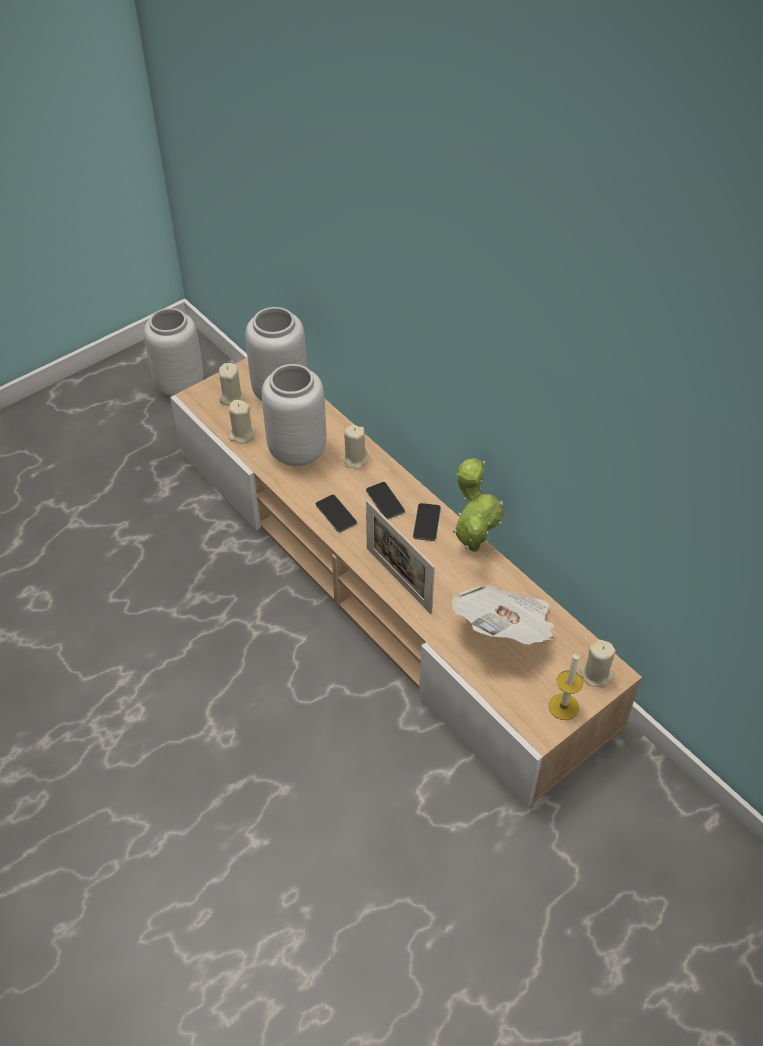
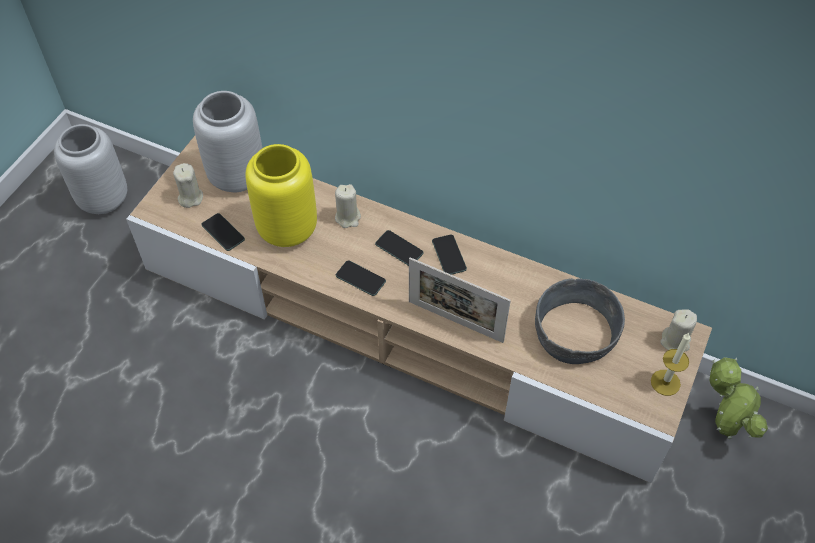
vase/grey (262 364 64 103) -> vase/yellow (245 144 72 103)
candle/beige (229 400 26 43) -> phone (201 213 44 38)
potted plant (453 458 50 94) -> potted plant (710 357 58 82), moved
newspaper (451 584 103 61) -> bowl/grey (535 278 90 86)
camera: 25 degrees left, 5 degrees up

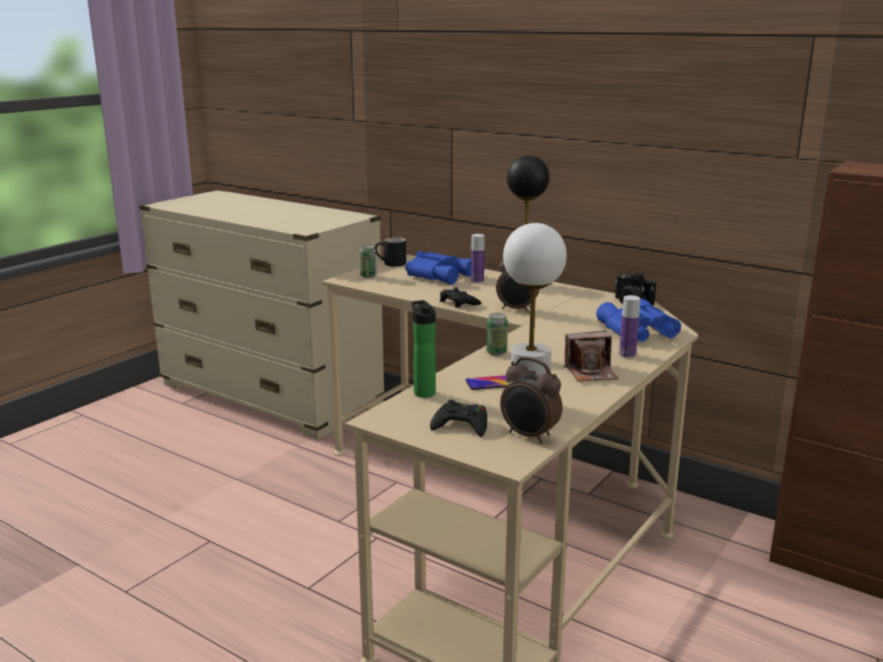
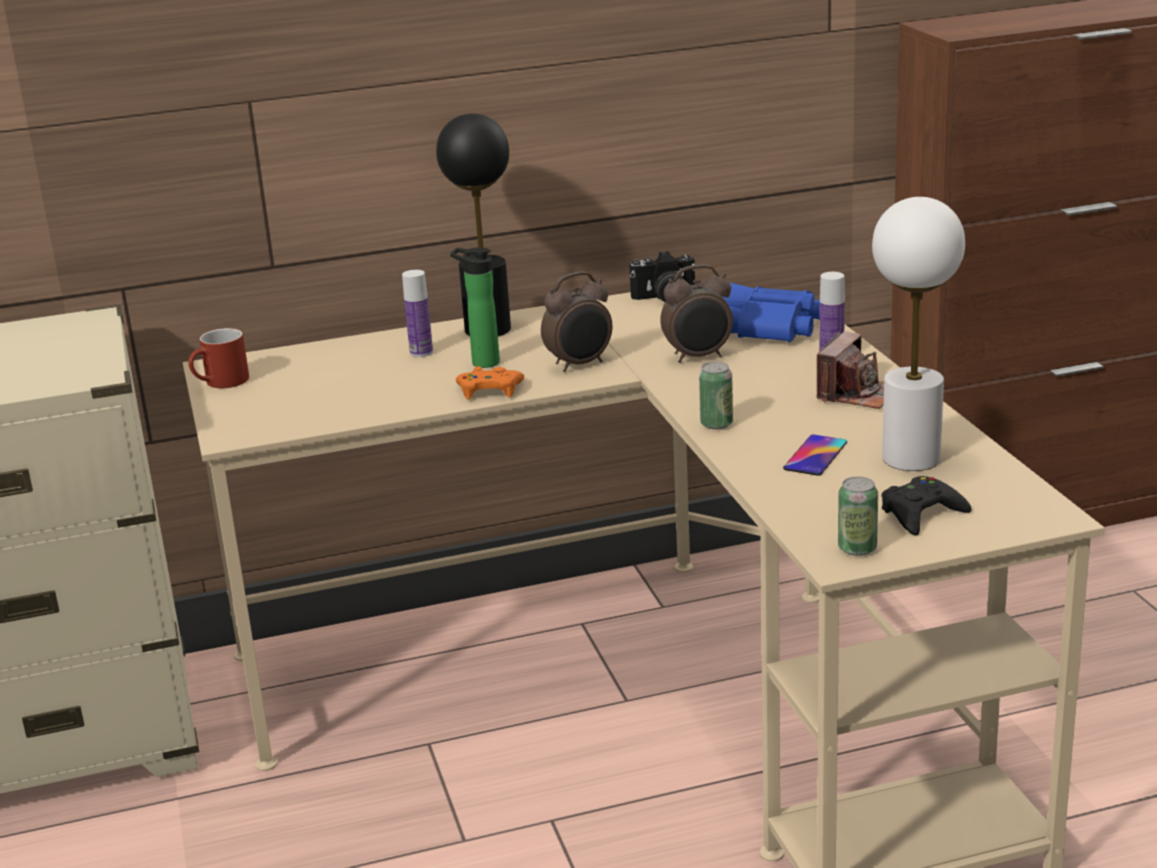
mug/black (375 237 31 30) -> mug/red (188 328 61 60)
can (360 245 17 33) -> can (838 477 40 79), moved
binoculars/blue (406 251 65 34) -> none
game controller/black (440 287 41 21) -> game controller/orange (456 367 68 33)
bottle (411 300 25 98) -> bottle (450 247 50 121), moved
alarm clock (500 357 62 87) -> alarm clock (660 264 73 99), moved
camera: 50 degrees left, 5 degrees up

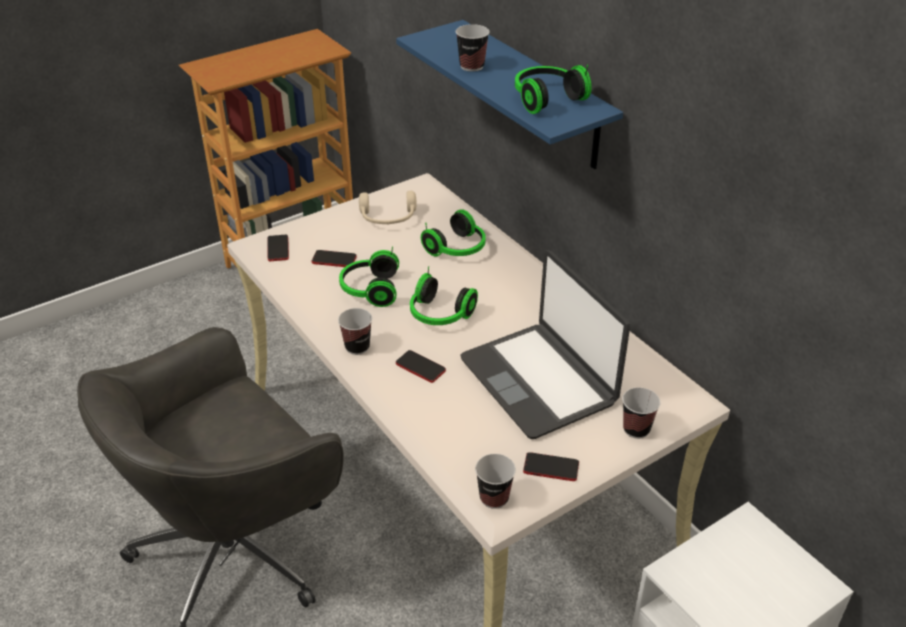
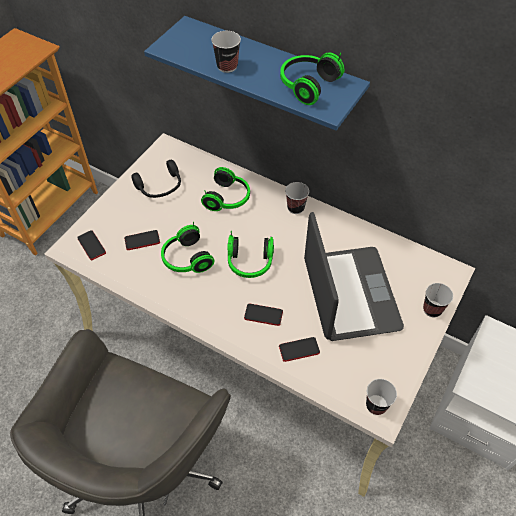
headphones/beige (359 191 58 33) -> headphones/black (131 160 50 38)
laptop (461 250 169 189) -> laptop (304 212 100 129), 135 degrees counterclockwise
cup (338 308 34 47) -> cup (285 182 24 32), moved
phone (523 452 56 29) -> phone (279 337 41 25), moved
camera: 25 degrees left, 15 degrees up

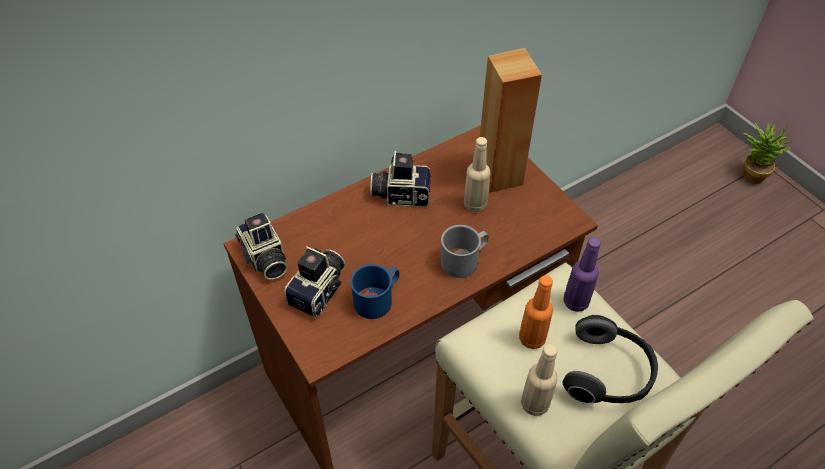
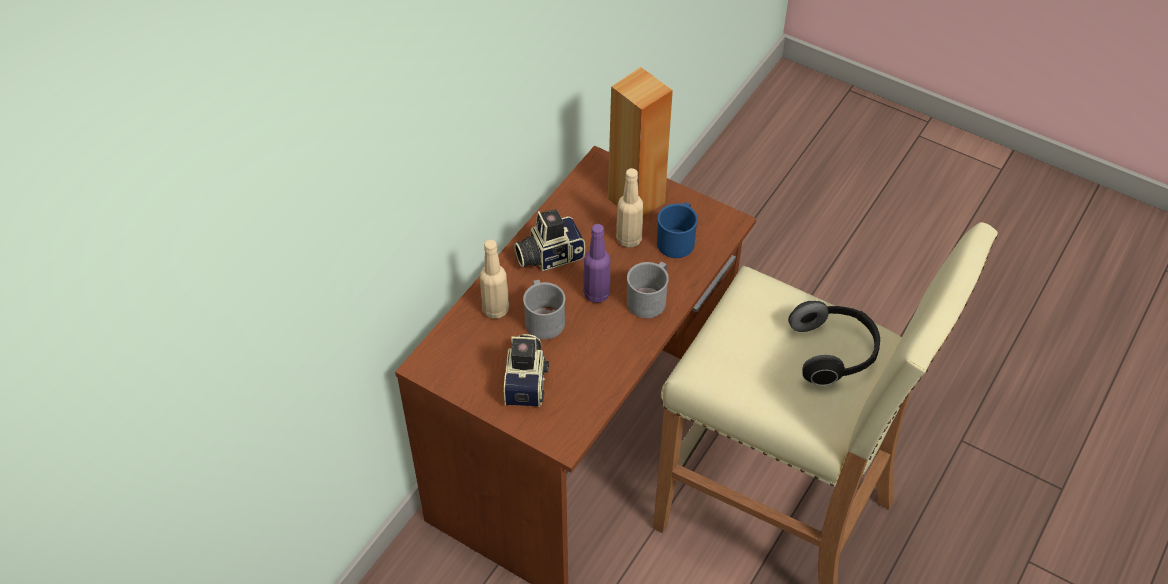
potted plant (742 121 49 63) -> none
photo camera (235 213 53 67) -> none
bottle/purple (563 237 38 75) -> bottle/purple (583 224 27 79), moved
mug/blue (350 264 49 55) -> mug/blue (657 202 41 56), moved
bottle/orange (519 275 34 74) -> none
bottle/beige (521 344 36 72) -> bottle/beige (480 239 29 80), moved
none -> mug/grey (523 280 42 59)
camera: 25 degrees left, 0 degrees up

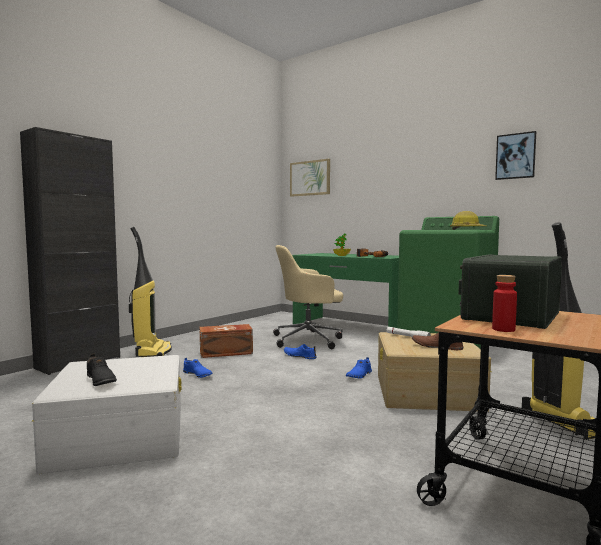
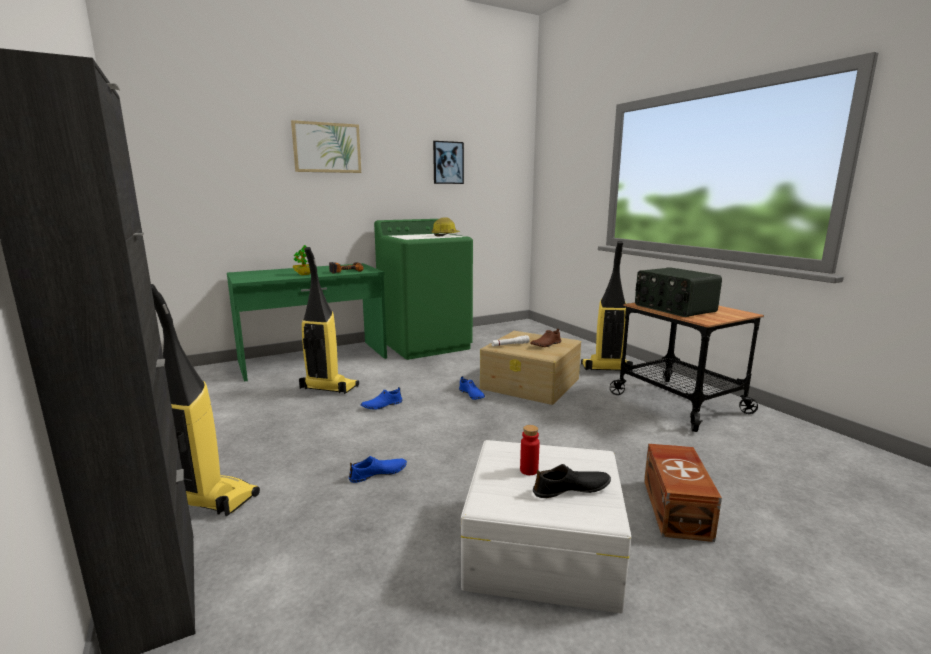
picture (290 159 40 38) -> picture (291 120 70 53), moved
office chair/beige (273 245 70 104) -> vacuum cleaner (299 247 60 147)
bottle/red (492 275 25 57) -> bottle/red (520 425 20 50), moved
storage box/brown (200 324 53 34) -> storage box/brown (644 444 78 98), moved
camera: 65 degrees left, 10 degrees up

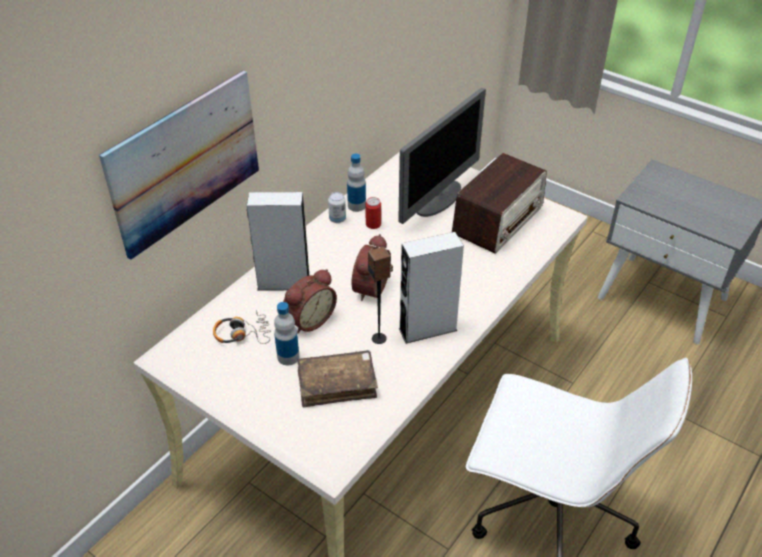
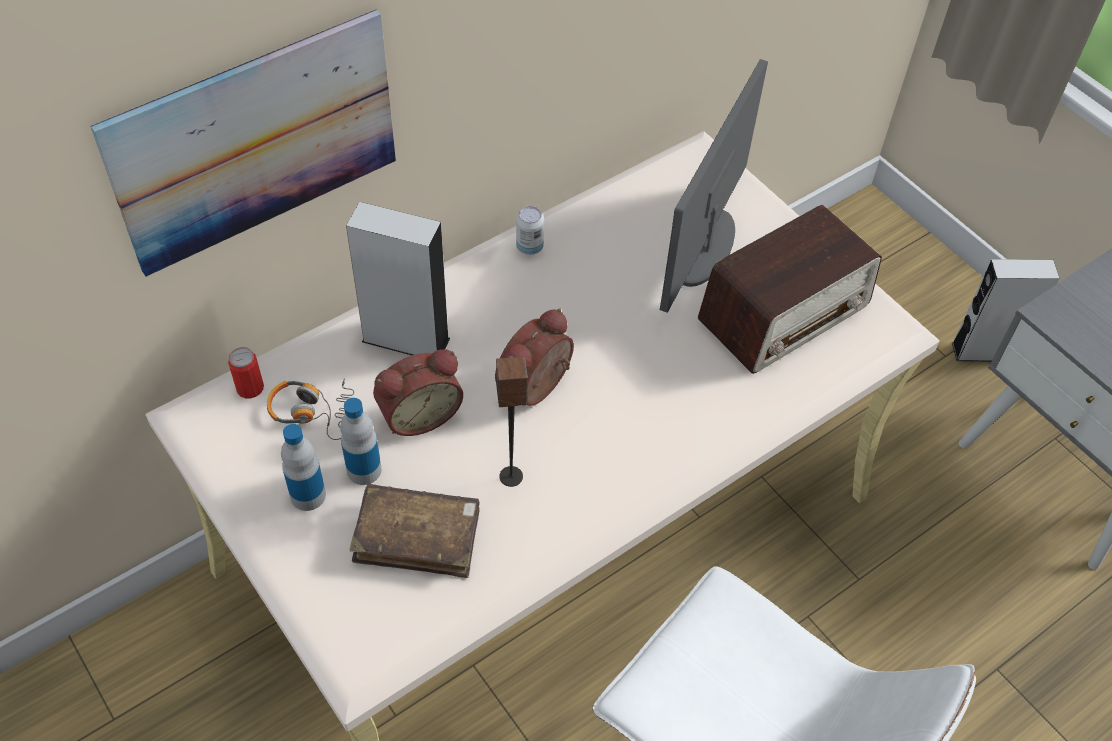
monitor (398 88 88 136) -> monitor (660 59 108 254), 150 degrees clockwise
bottle (347 154 19 58) -> bottle (281 424 45 87), moved
can (365 197 16 32) -> can (228 347 36 51), moved
speaker/grey (399 232 65 112) -> speaker/grey (952 259 108 102), moved
camera: 15 degrees right, 10 degrees up

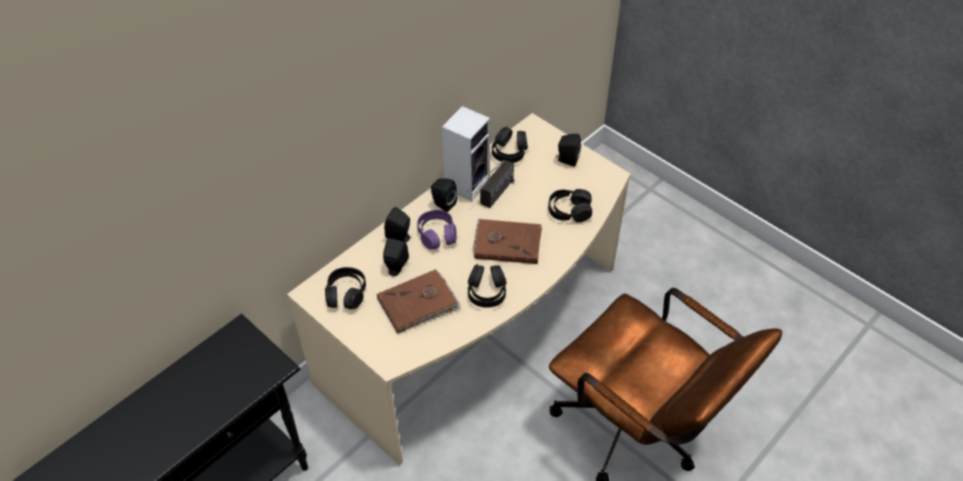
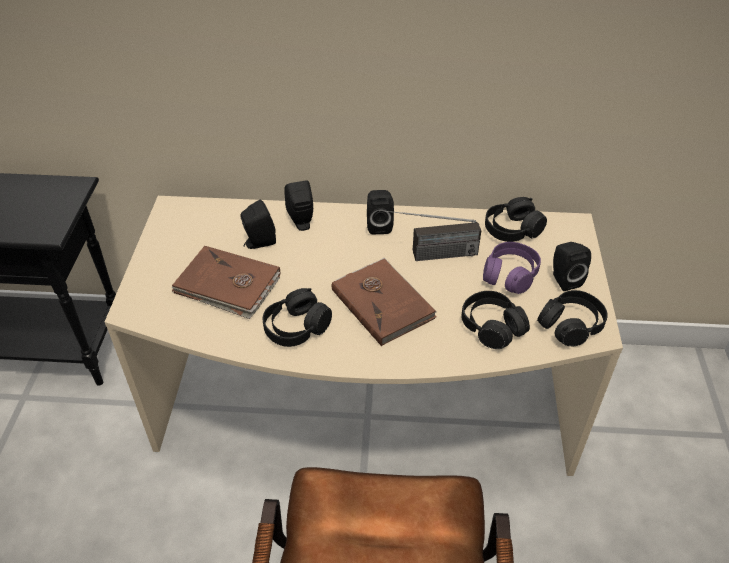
speaker (442 106 48 95) -> none
headphones/purple (417 210 40 40) -> headphones/purple (483 242 58 52), moved
headphones/black (325 267 41 42) -> headphones/black (537 290 71 56), moved
camera: 50 degrees right, 5 degrees down

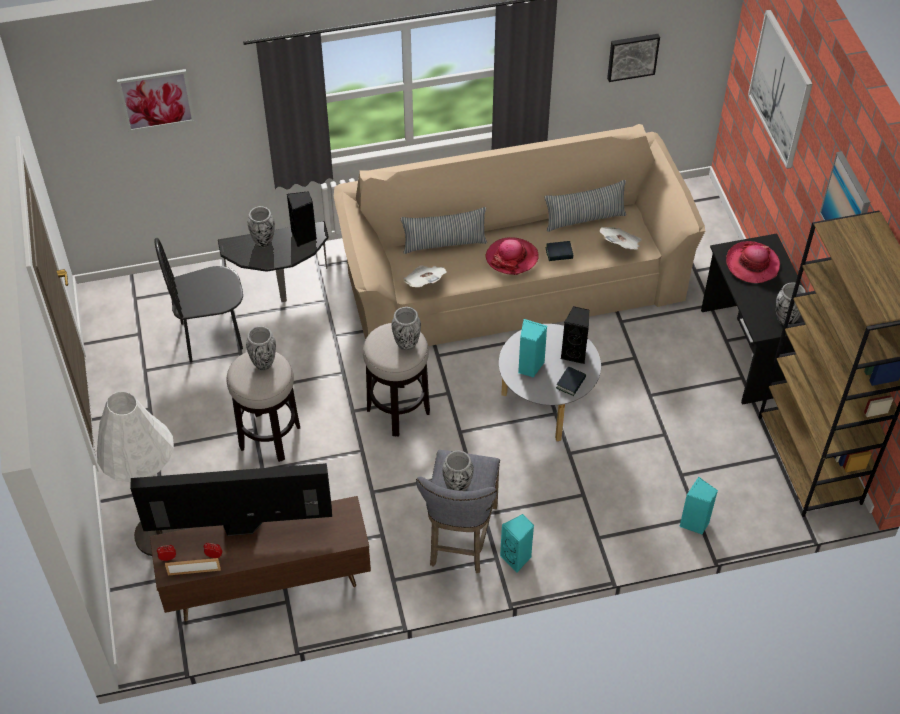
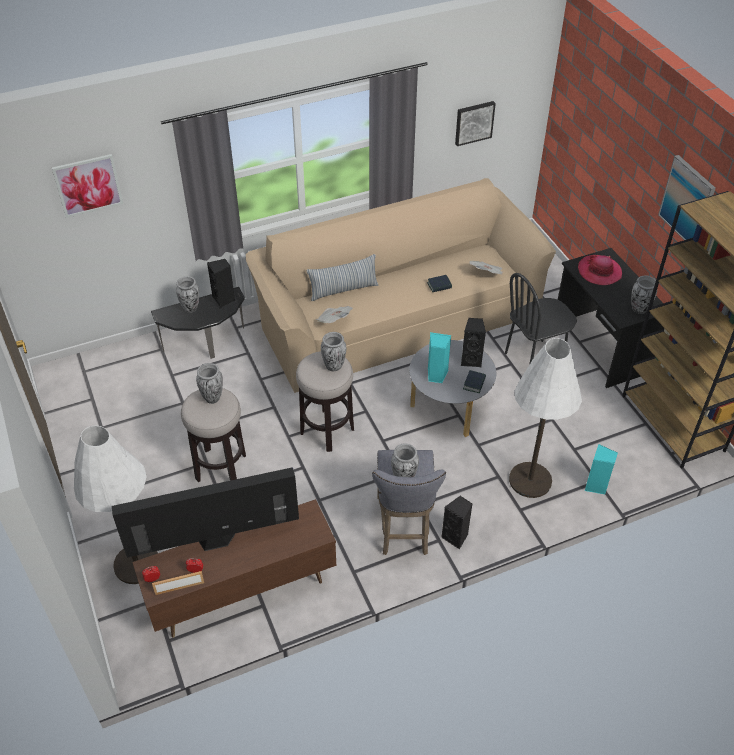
picture (748 10 65 159) -> none
pillow (545 180 81 52) -> none
hat (485 237 54 38) -> none
chair/black (154 238 89 124) -> chair/black (505 273 72 92), moved
speaker/turquoise (500 514 34 59) -> speaker/black (441 496 31 53)
none -> floor lamp/white (509 338 73 160)
camera: 10 degrees left, 5 degrees down

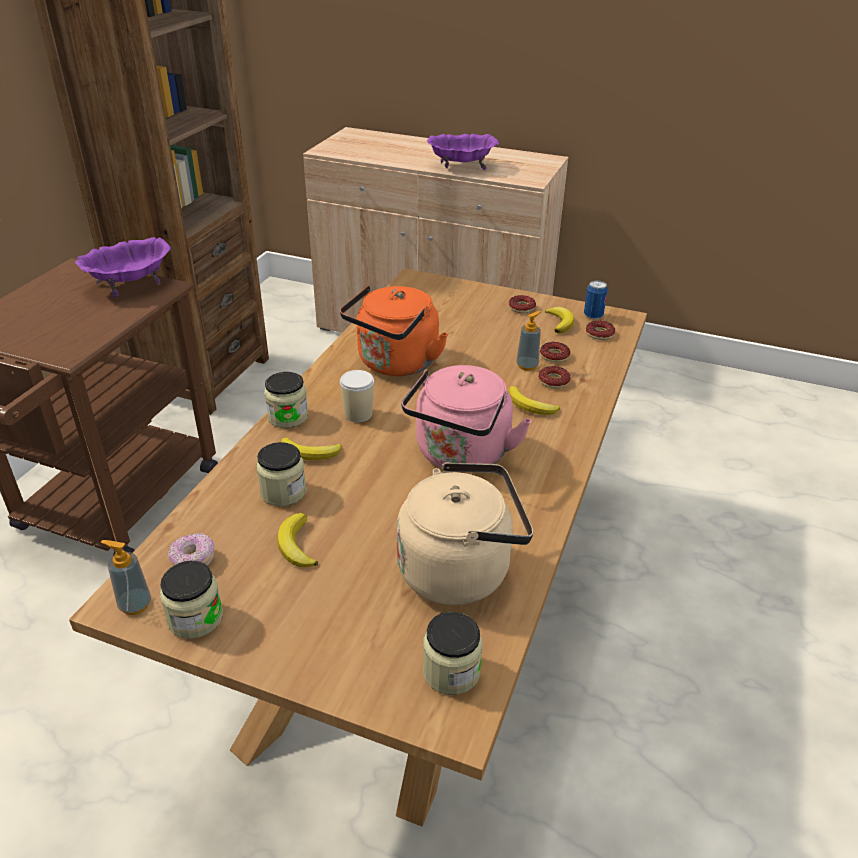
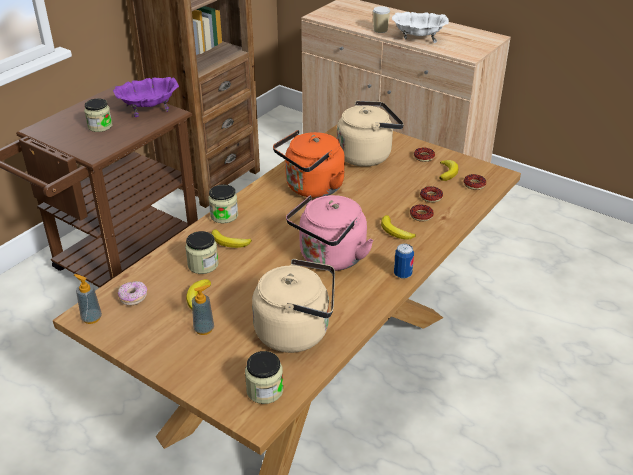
bowl/purple (427 134 72 36) -> bowl/white (392 12 57 31)
can (584 280 24 39) -> can (394 244 20 35), moved
soap dispenser (516 311 25 60) -> soap dispenser (192 285 22 50), moved
cup (340 370 34 52) -> cup (373 6 17 27), moved
jar (160 561 63 78) -> jar (84 98 28 34), moved
none -> kettle/beige (337 101 67 66)
camera: 15 degrees right, 0 degrees up

